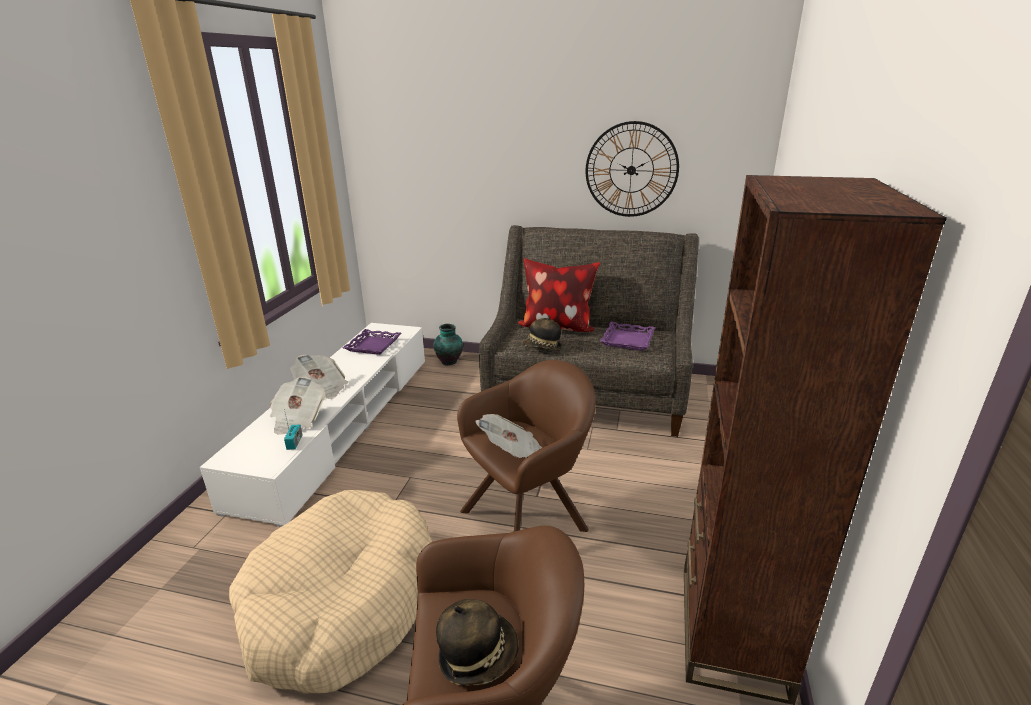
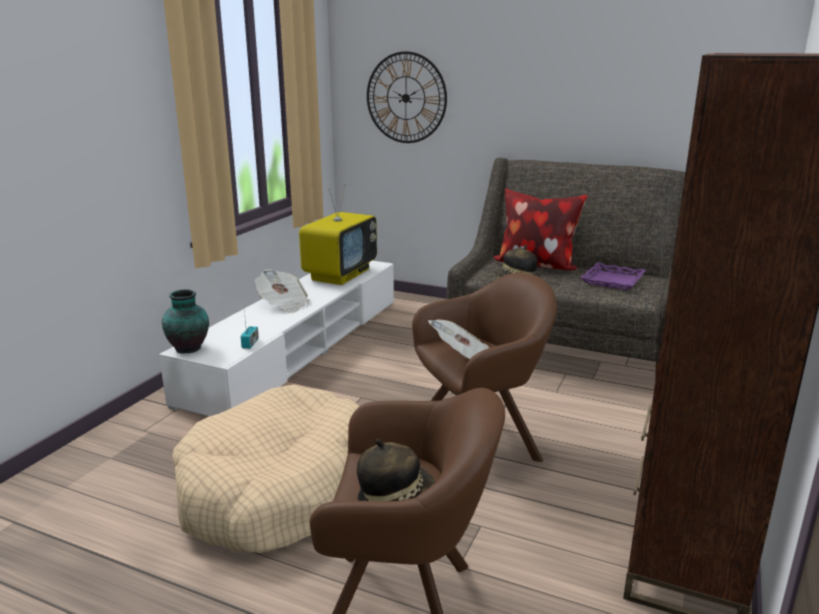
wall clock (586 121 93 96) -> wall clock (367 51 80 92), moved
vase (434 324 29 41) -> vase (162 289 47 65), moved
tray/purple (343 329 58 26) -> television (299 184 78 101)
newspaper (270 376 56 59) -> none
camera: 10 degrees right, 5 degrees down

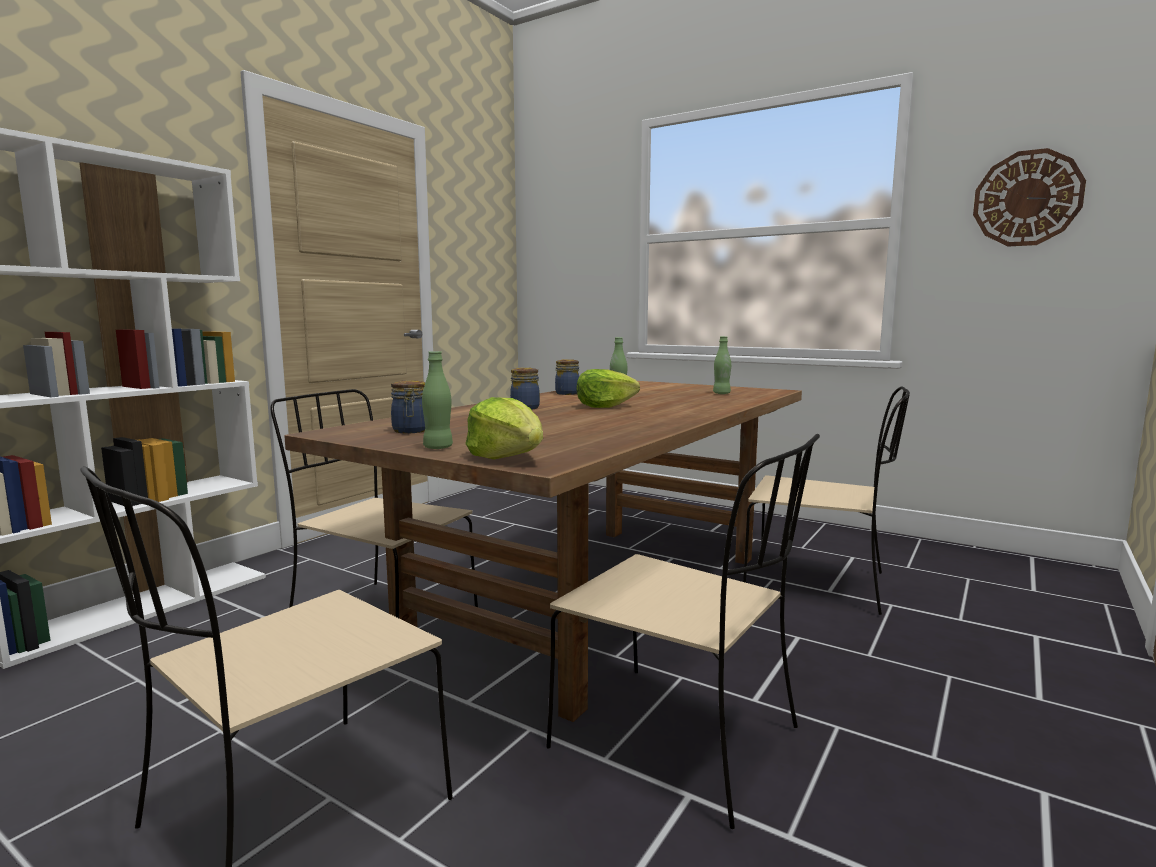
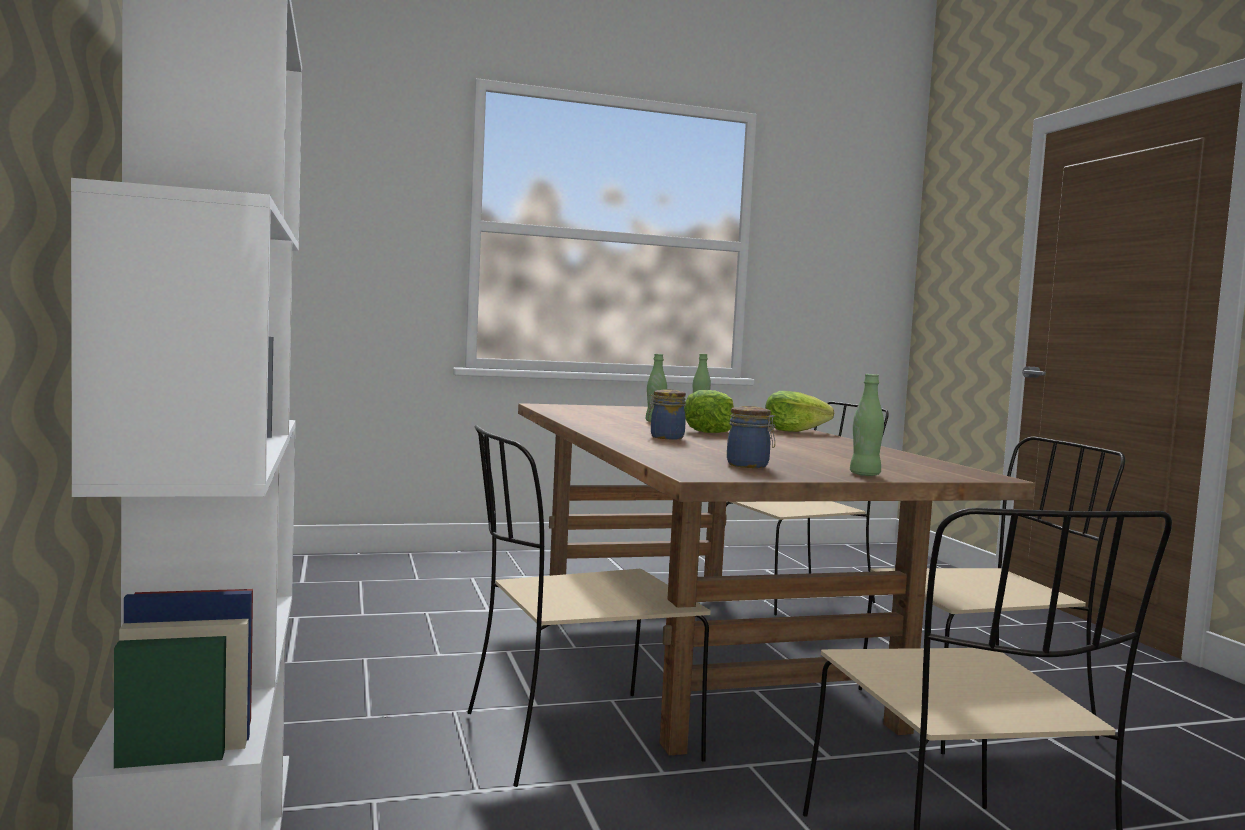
wall clock (973 148 113 98) -> none
jar (555 359 24 36) -> none
lettuce (465 397 78 62) -> lettuce (765 391 69 41), moved
camera: 50 degrees left, 5 degrees down

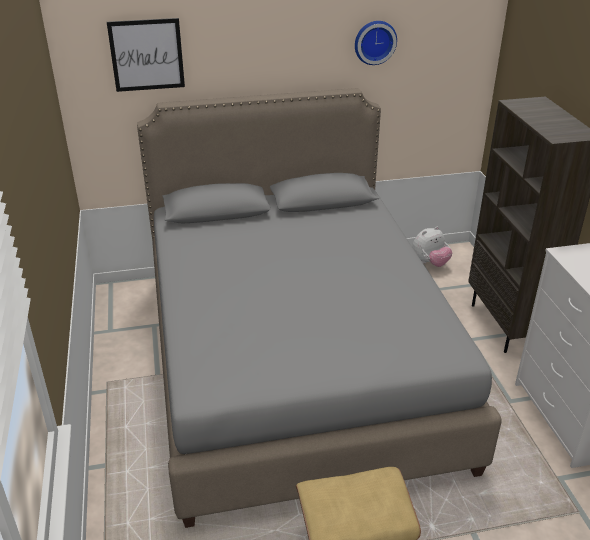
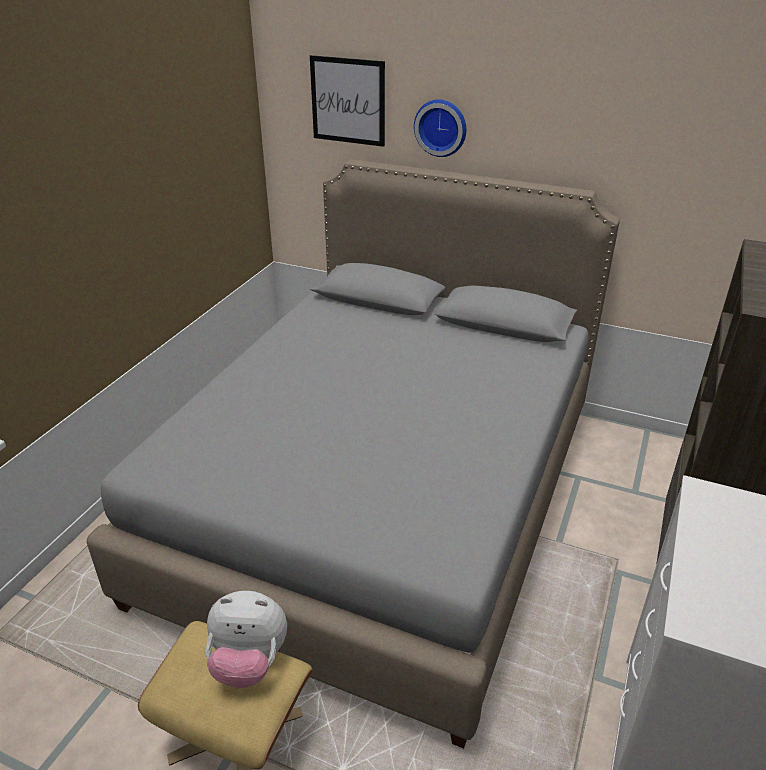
wall clock (355 21 42 44) -> wall clock (414 99 52 58), moved
plush toy (412 227 40 40) -> plush toy (205 591 82 97), moved
camera: 35 degrees right, 0 degrees up

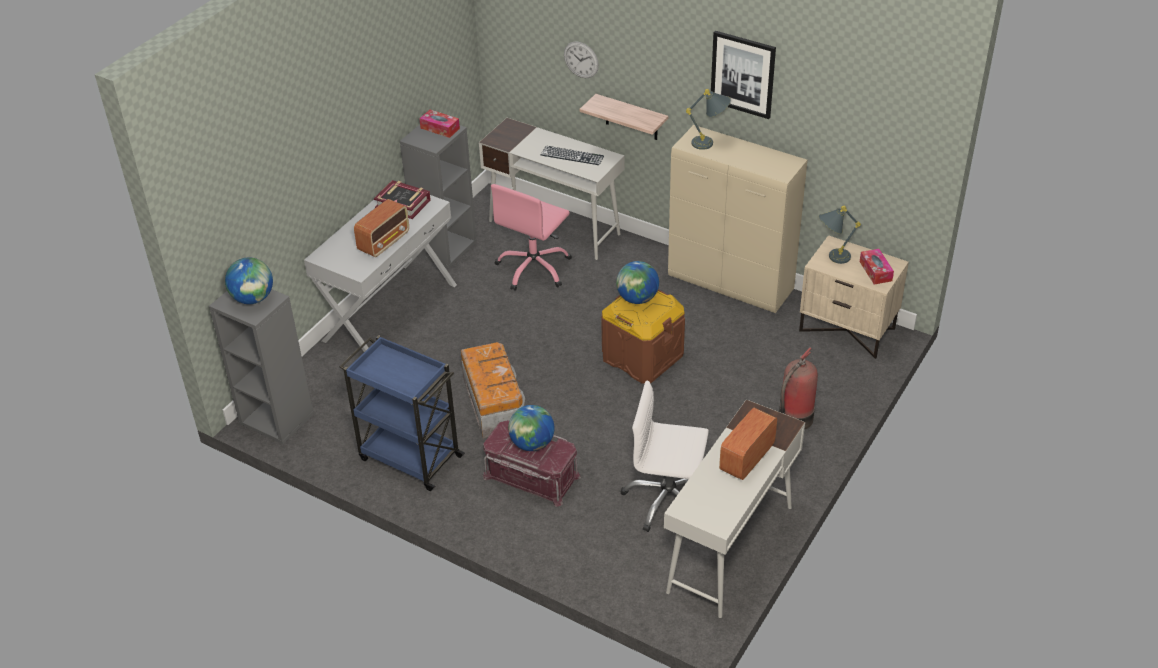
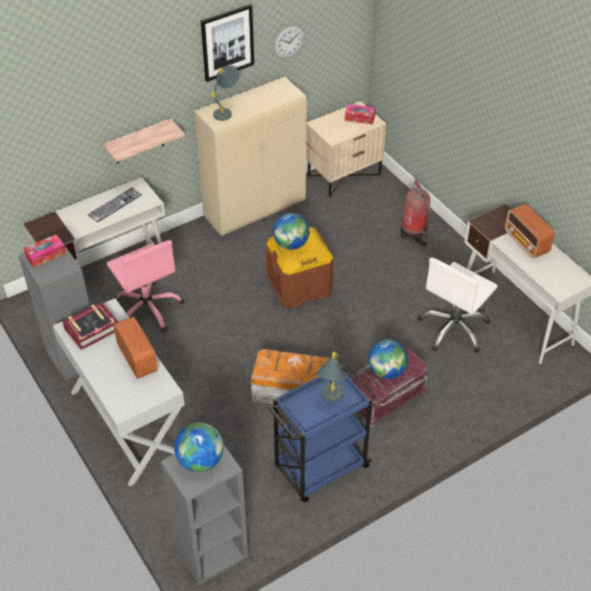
wall clock (564 41 35 37) -> wall clock (274 26 30 32), moved
table lamp/grey (819 206 42 58) -> table lamp/grey (316 352 30 49), moved
camera: 65 degrees left, 5 degrees up

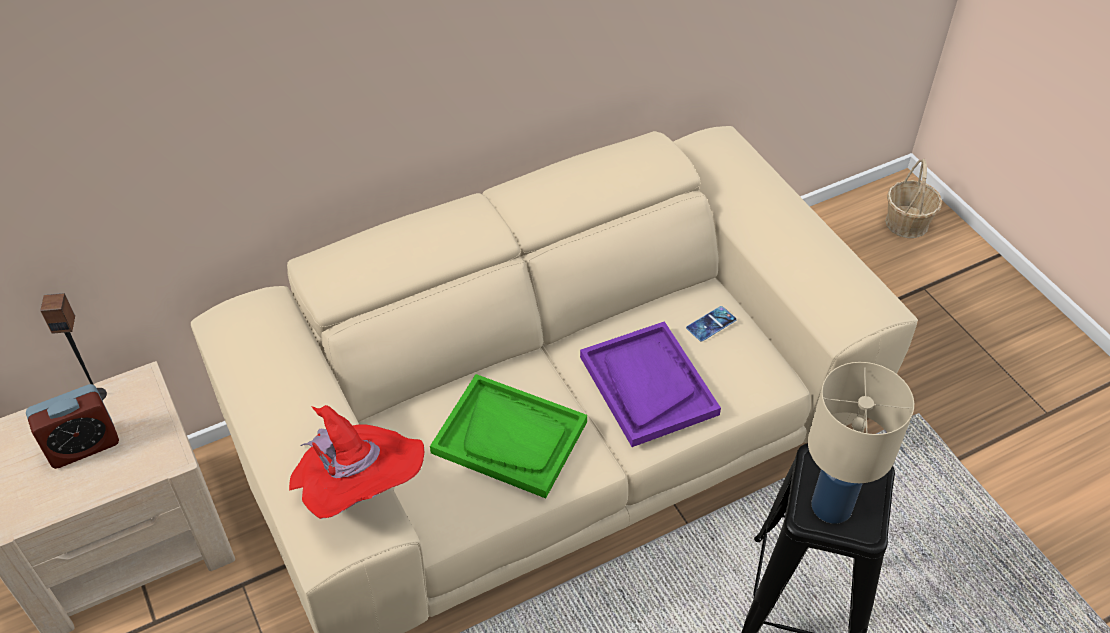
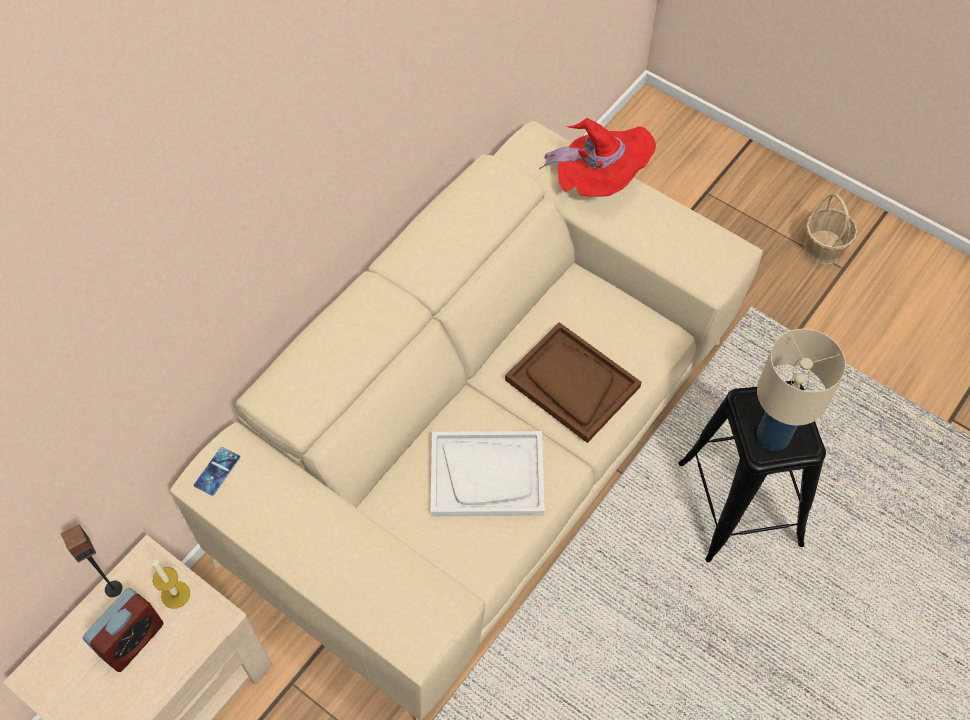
basket (885 159 57 79) -> basket (803 194 55 70), moved
phone (686 306 51 36) -> phone (194 447 46 49), moved
tray/purple (580 321 141 126) -> tray/brown (505 322 136 121)
tray/green (430 374 157 124) -> tray/white (431 431 114 85)
hat/red (289 405 135 114) -> hat/red (539 118 117 79), moved
none -> candle (152 560 38 49)
camera: 25 degrees left, 10 degrees up

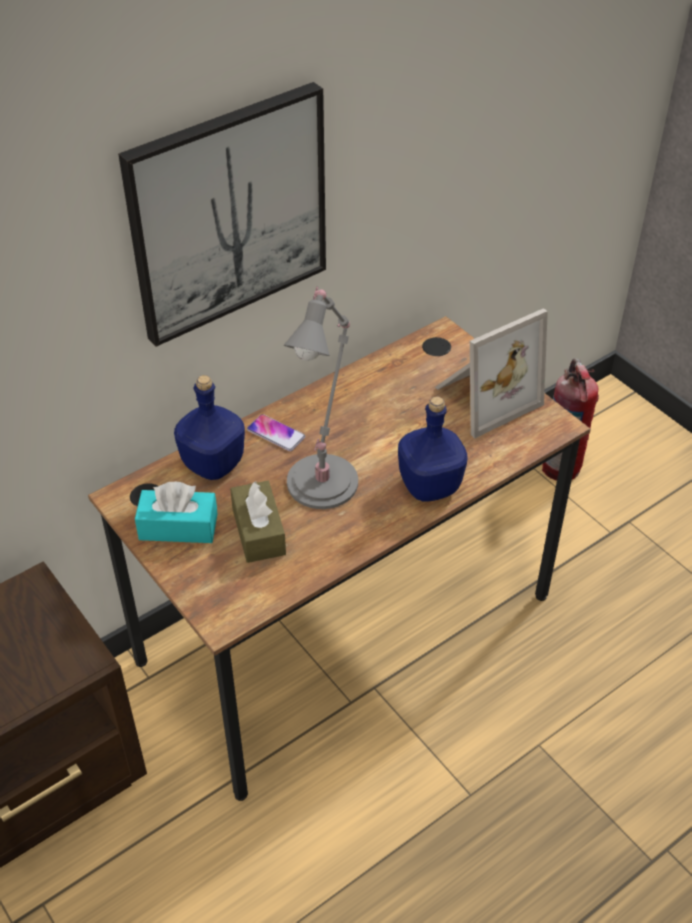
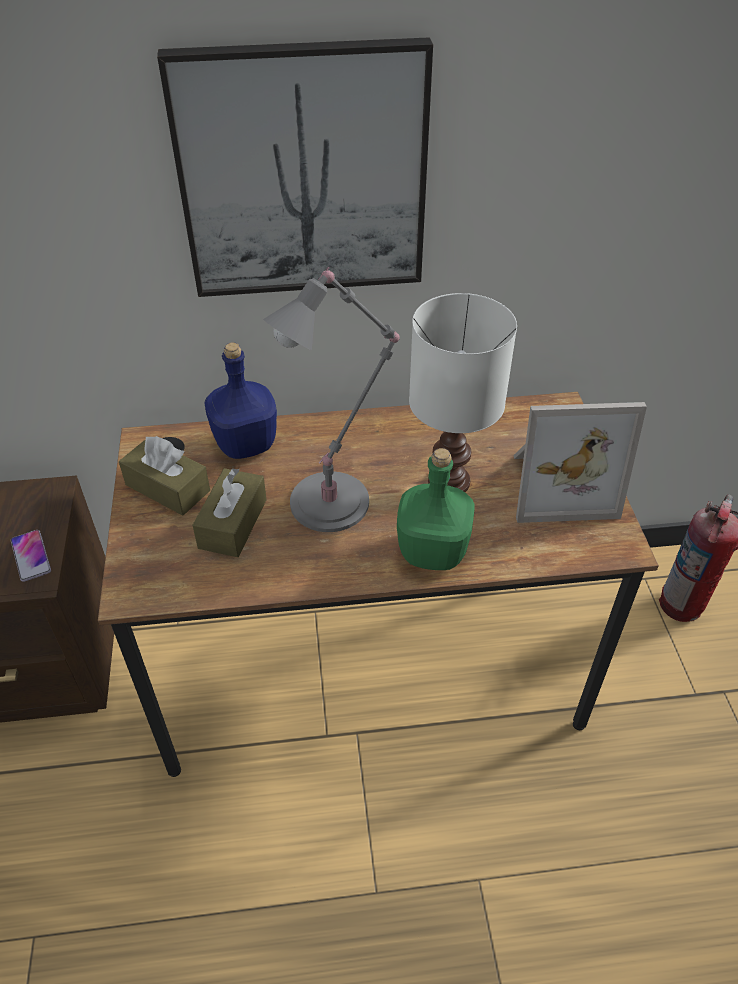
bottle/blue (398 397 70 105) -> bottle/green (397 448 77 122)
phone (247 414 58 37) -> phone (11 530 40 52), moved
tissue box/turquoise (135 482 83 61) -> tissue box/brown (119 436 91 79)
none -> table lamp/white (409 293 108 199)
camera: 30 degrees right, 0 degrees up

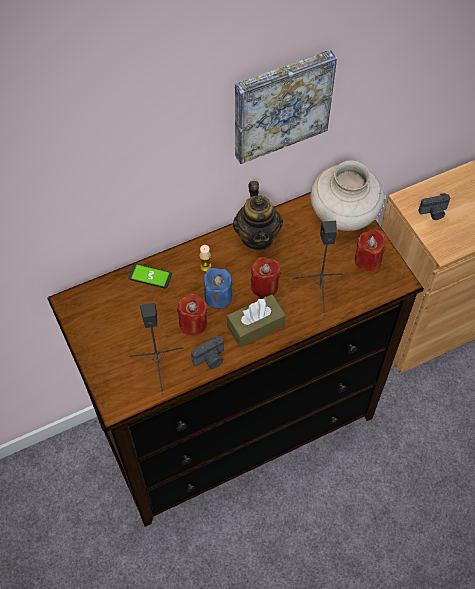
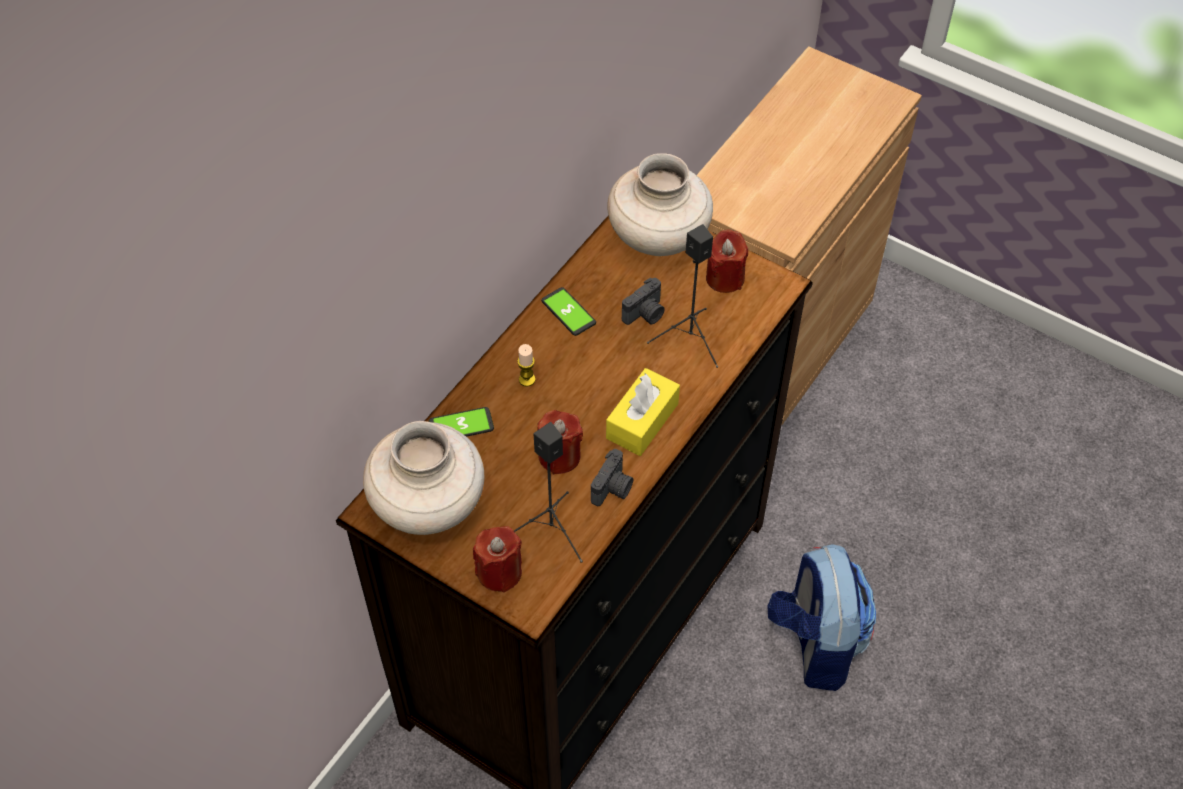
picture (235 50 102 114) -> none
teapot (233 181 50 69) -> phone (541 287 55 49)
photo camera (418 193 32 27) -> photo camera (622 278 43 47), moved
candle/red (251 257 30 41) -> candle/red (473 526 49 67), moved
candle/blue (203 268 29 41) -> none
tissue box/brown (227 294 59 53) -> tissue box/yellow (606 368 74 88)
none -> vase/beige (363 421 121 114)
none -> backpack (767 544 109 147)
camera: 30 degrees left, 5 degrees down

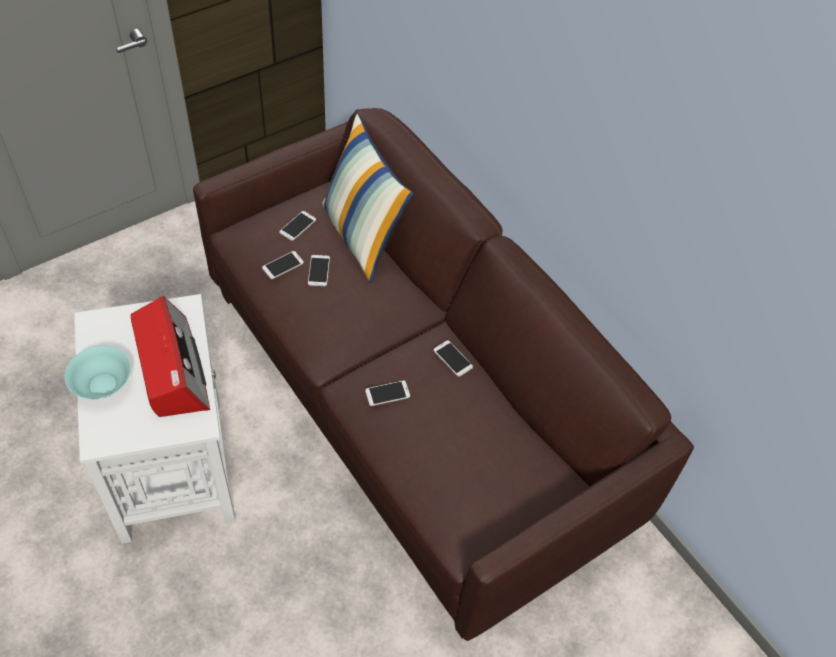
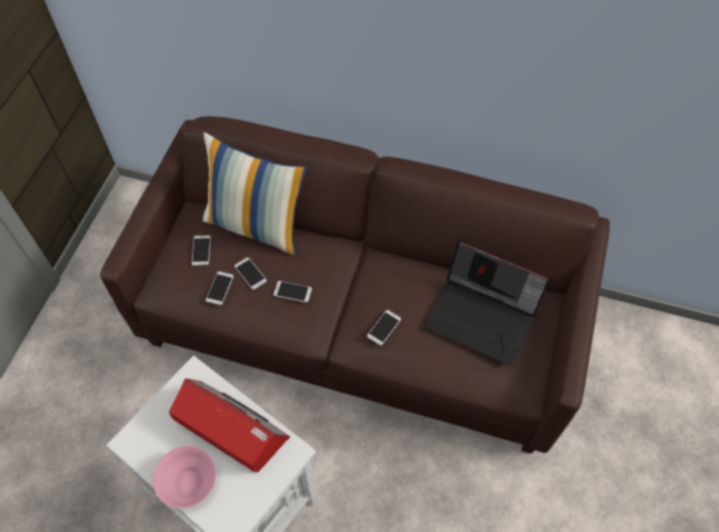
phone (434 340 39 37) -> phone (273 281 39 22), moved
bowl/turquoise (65 346 66 53) -> bowl/pink (153 446 63 63)
none -> laptop (424 239 127 127)
camera: 35 degrees left, 5 degrees up

